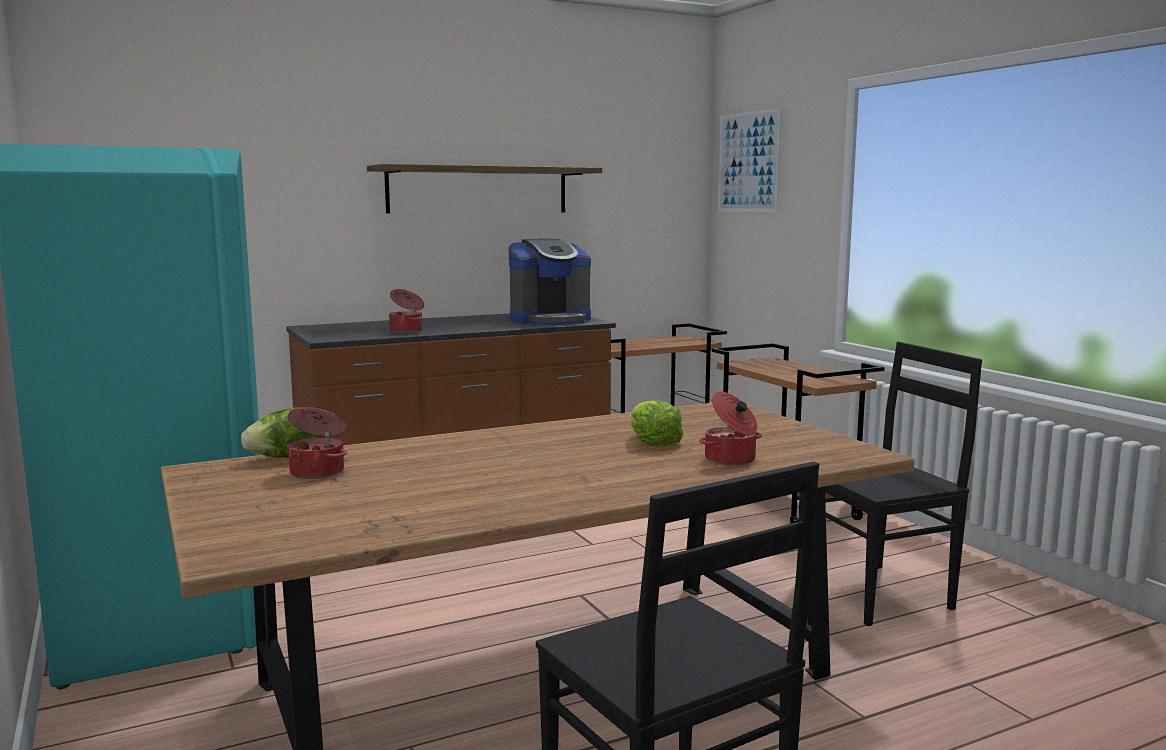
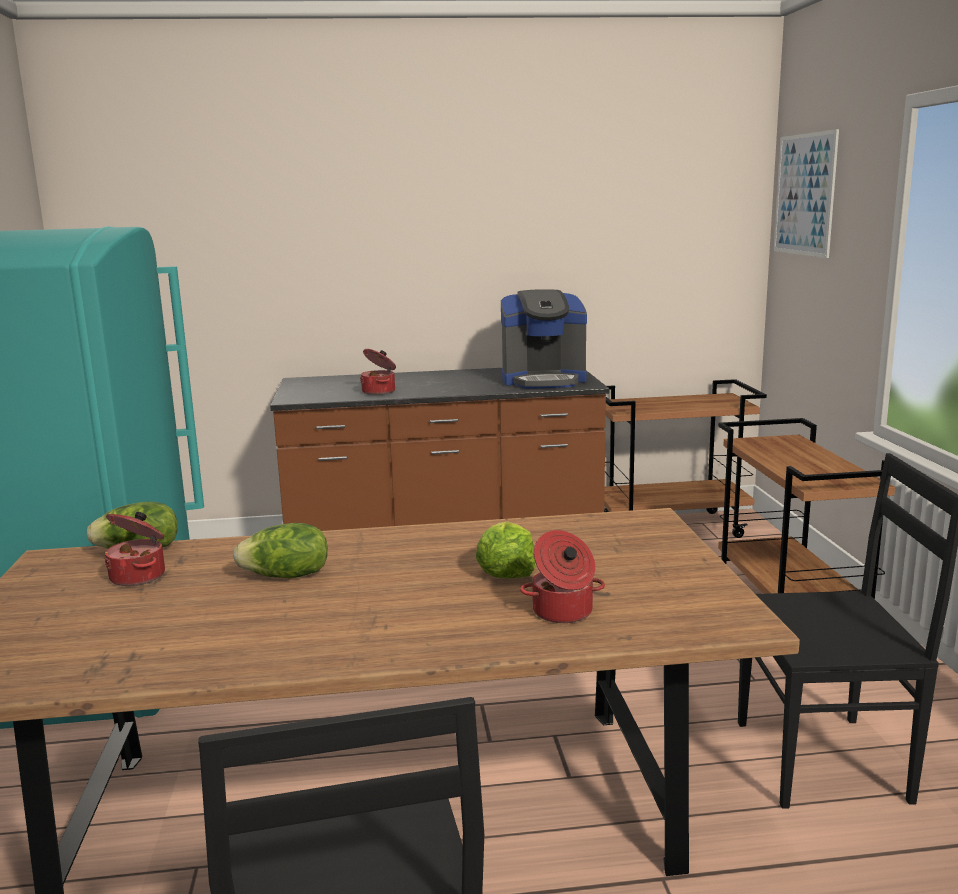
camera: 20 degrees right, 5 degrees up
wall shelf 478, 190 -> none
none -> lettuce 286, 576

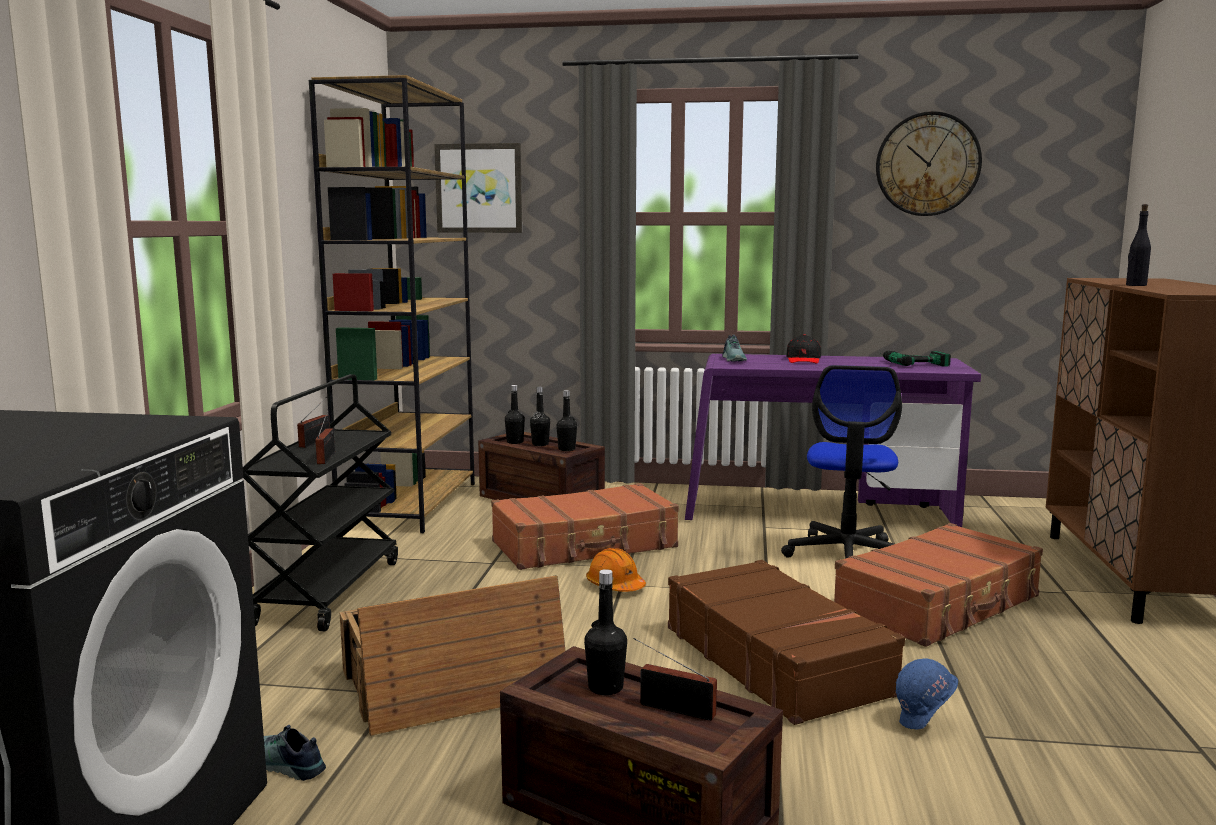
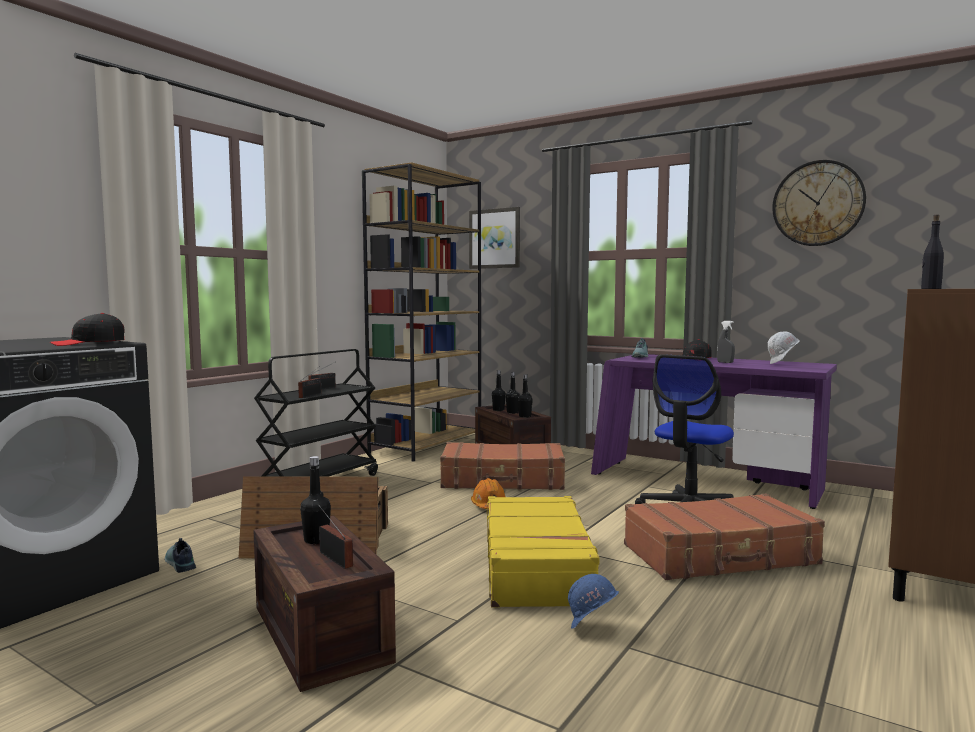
camera: 25 degrees right, 5 degrees down
brown travel case 776, 660 -> yellow-coloured travel case 537, 567
drill 911, 362 -> white safety helmet 782, 364
none -> black baseball cap 89, 343
none -> grey spray bottle 725, 362

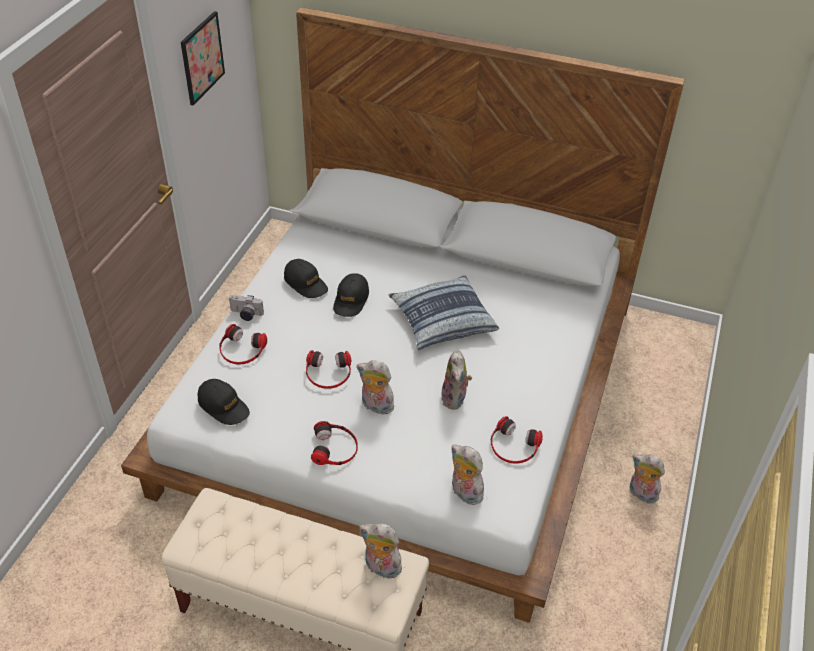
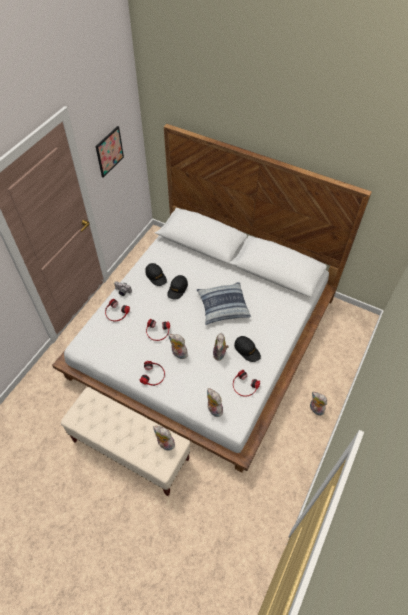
camera: 10 degrees right, 10 degrees up
black baseball cap 223, 406 -> black baseball cap 247, 350, relocated

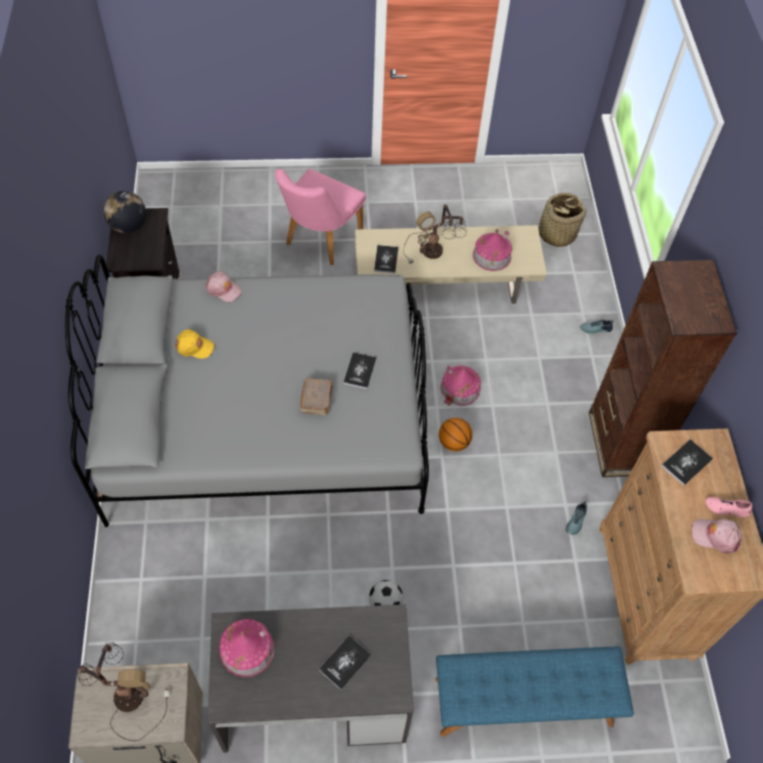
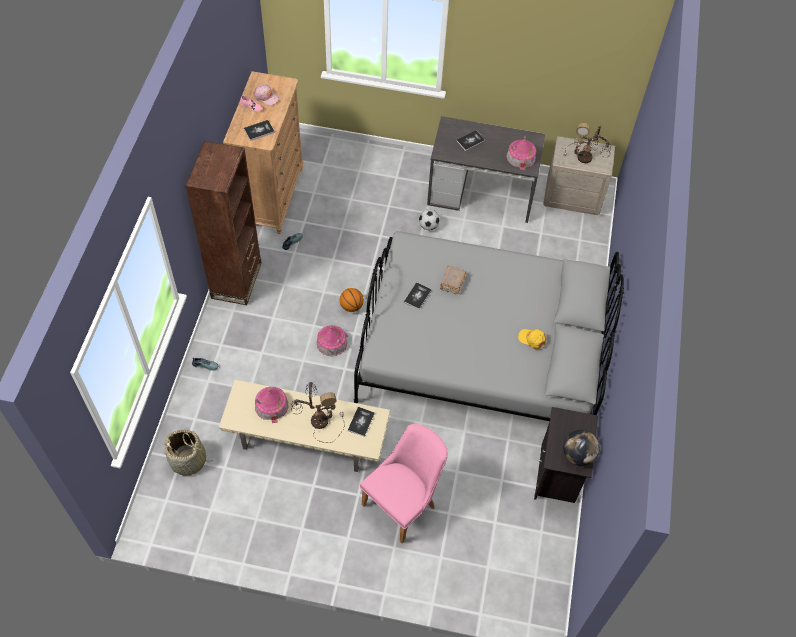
camera: 165 degrees left, 0 degrees up
pink baseball cap 223, 289 -> none
blue-coloured long seat 523, 703 -> none

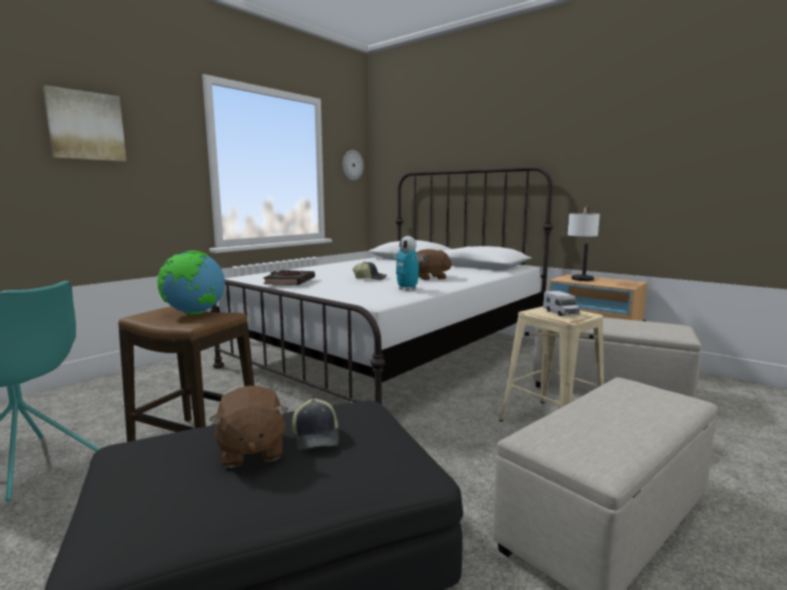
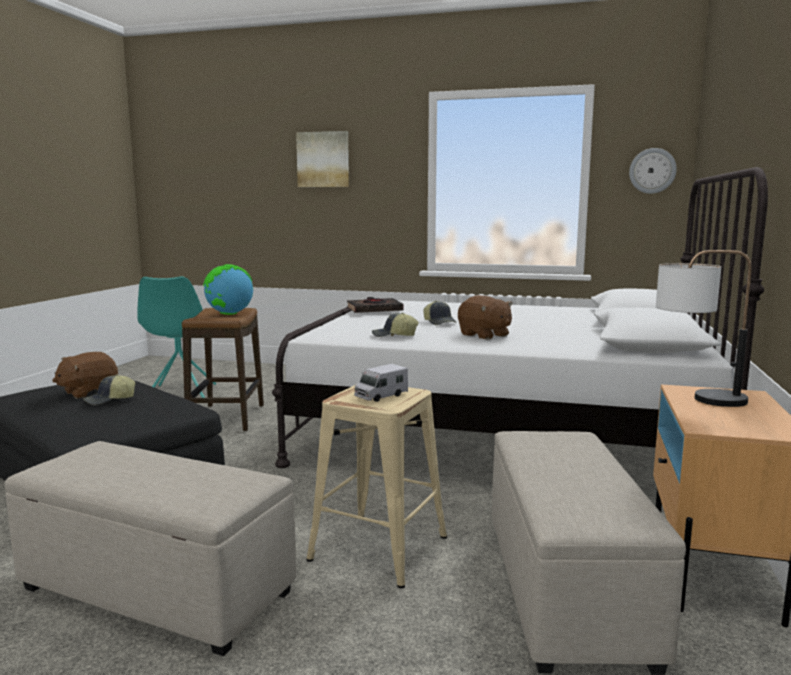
camera: 65 degrees right, 0 degrees up
toy robot 407, 289 -> baseball cap 394, 336

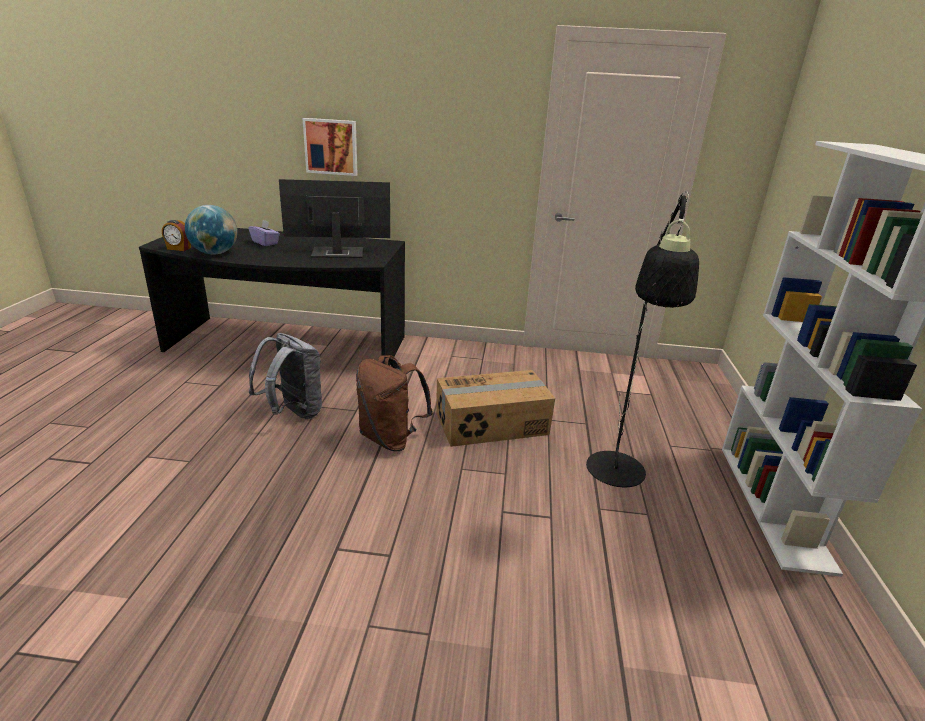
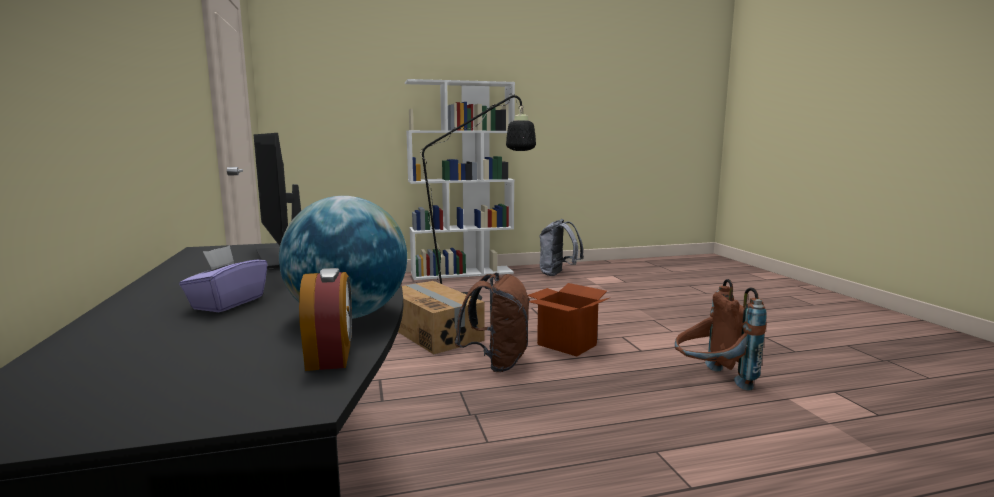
camera: 110 degrees left, 15 degrees down
grey knapsack 293, 413 -> grey knapsack 558, 274, relocated
wall picture 331, 146 -> none
none -> cardboard box 566, 345
none -> brown knapsack 711, 382

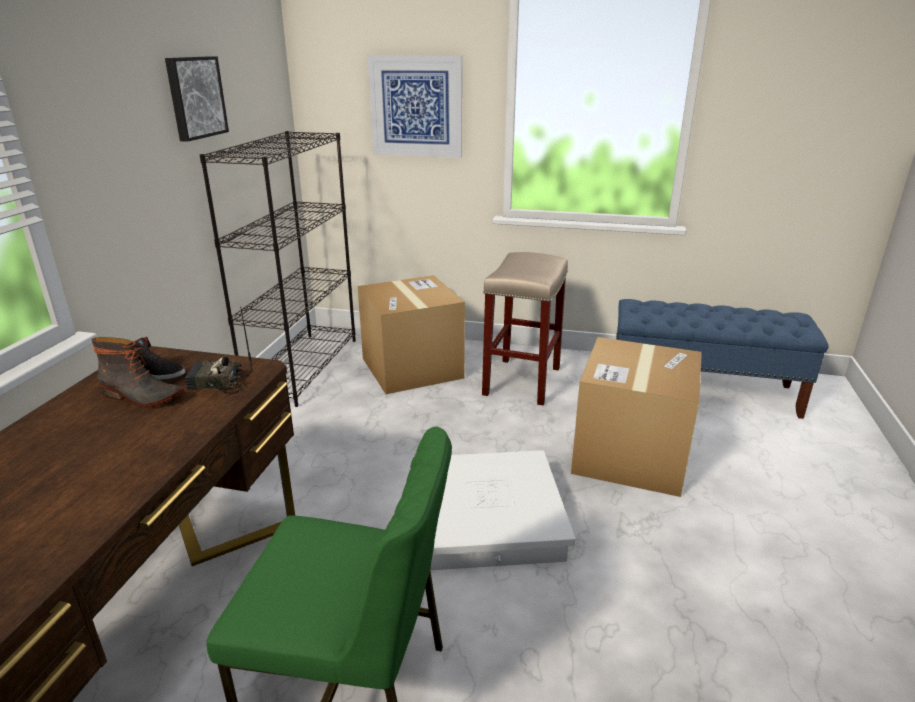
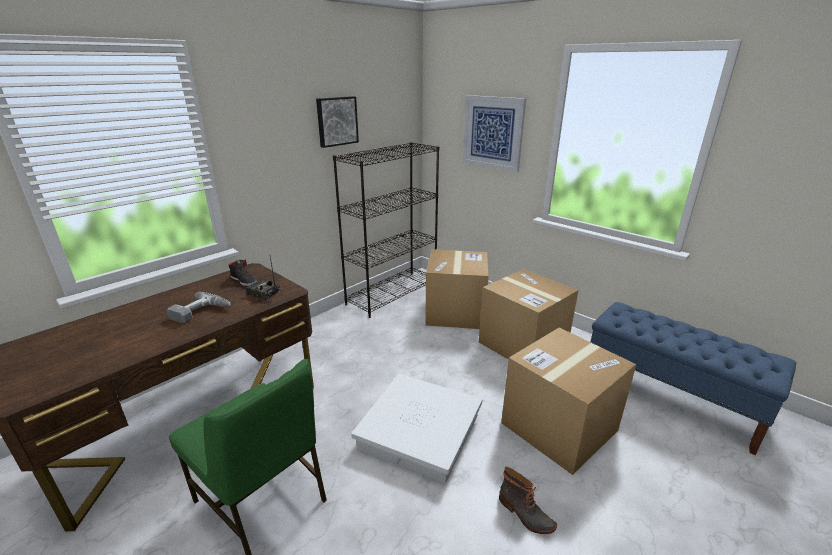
camera: 30 degrees right, 0 degrees up
tall boot 141, 397 -> tall boot 525, 514, relocated
sand-coloured sitting stool 522, 382 -> cardboard box 523, 344
none -> drill 201, 312

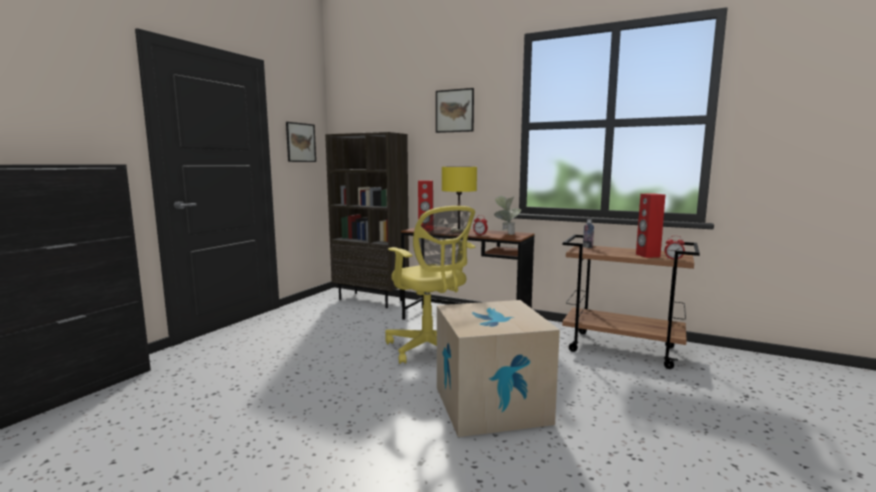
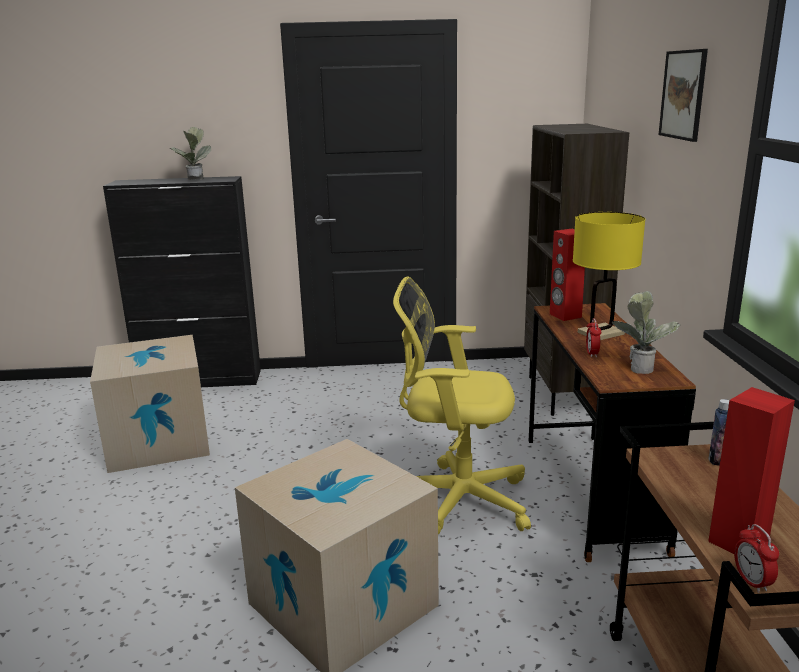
camera: 60 degrees right, 10 degrees up
wall picture 301, 142 -> none
yellow-coloured desk chair 430, 349 -> yellow-coloured desk chair 456, 499, 75 degrees clockwise
none -> cardboard box 159, 441
none -> potted plant 195, 180

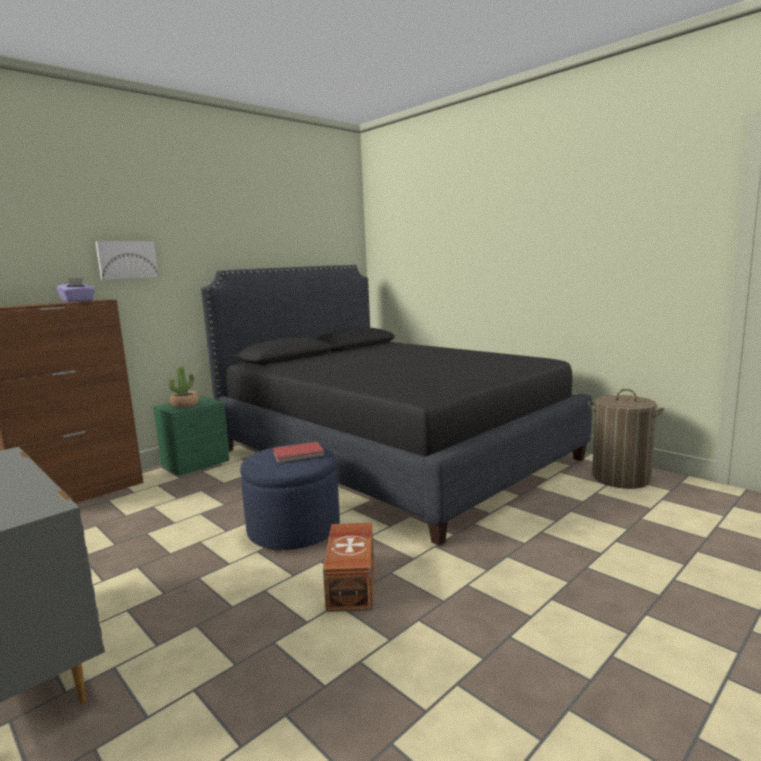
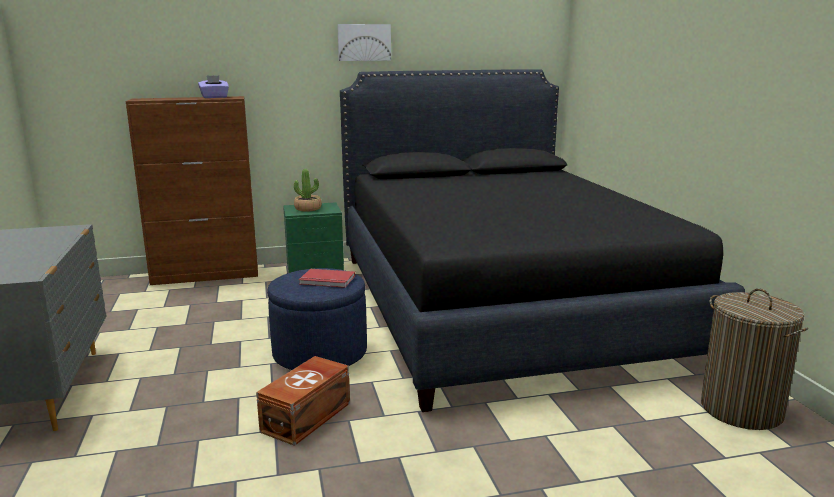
camera: 30 degrees right, 5 degrees up
wall picture 127, 260 -> wall picture 364, 42, relocated

